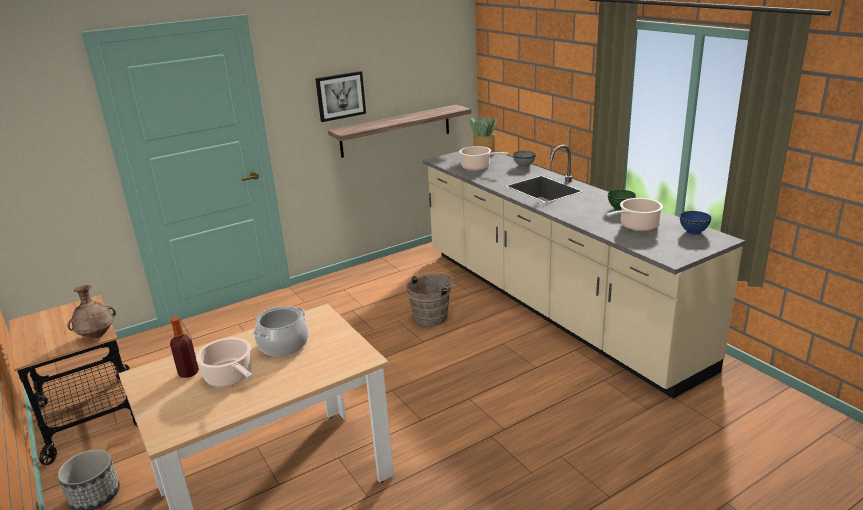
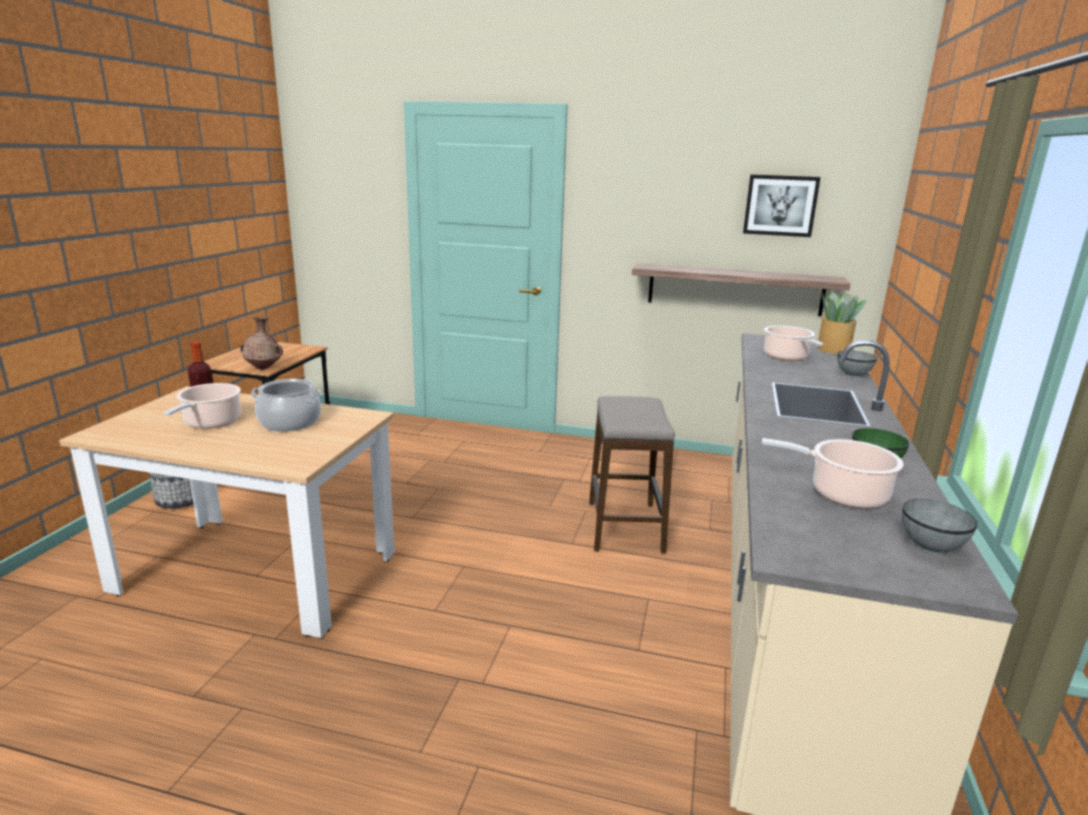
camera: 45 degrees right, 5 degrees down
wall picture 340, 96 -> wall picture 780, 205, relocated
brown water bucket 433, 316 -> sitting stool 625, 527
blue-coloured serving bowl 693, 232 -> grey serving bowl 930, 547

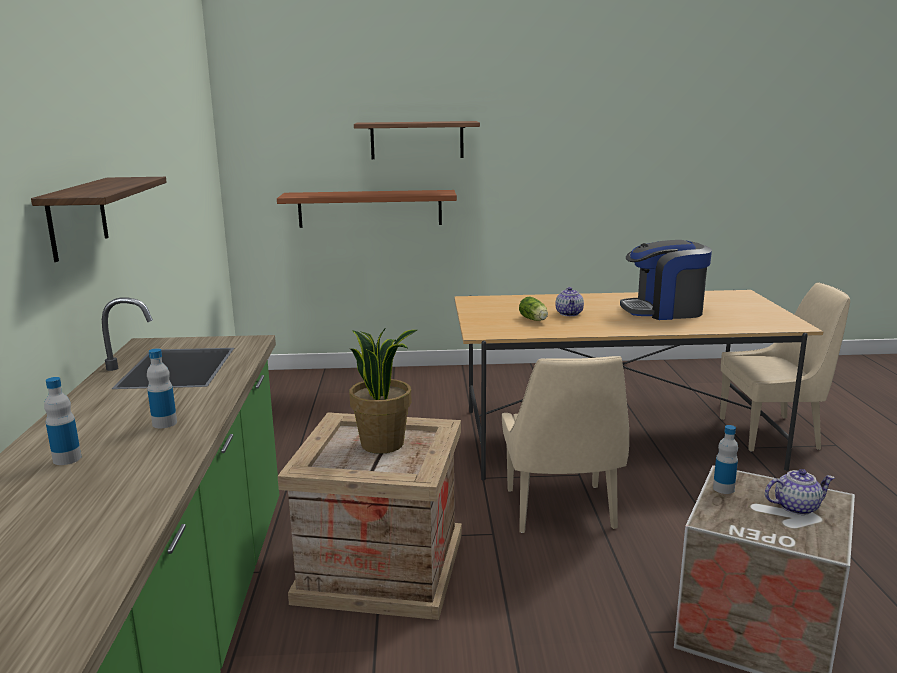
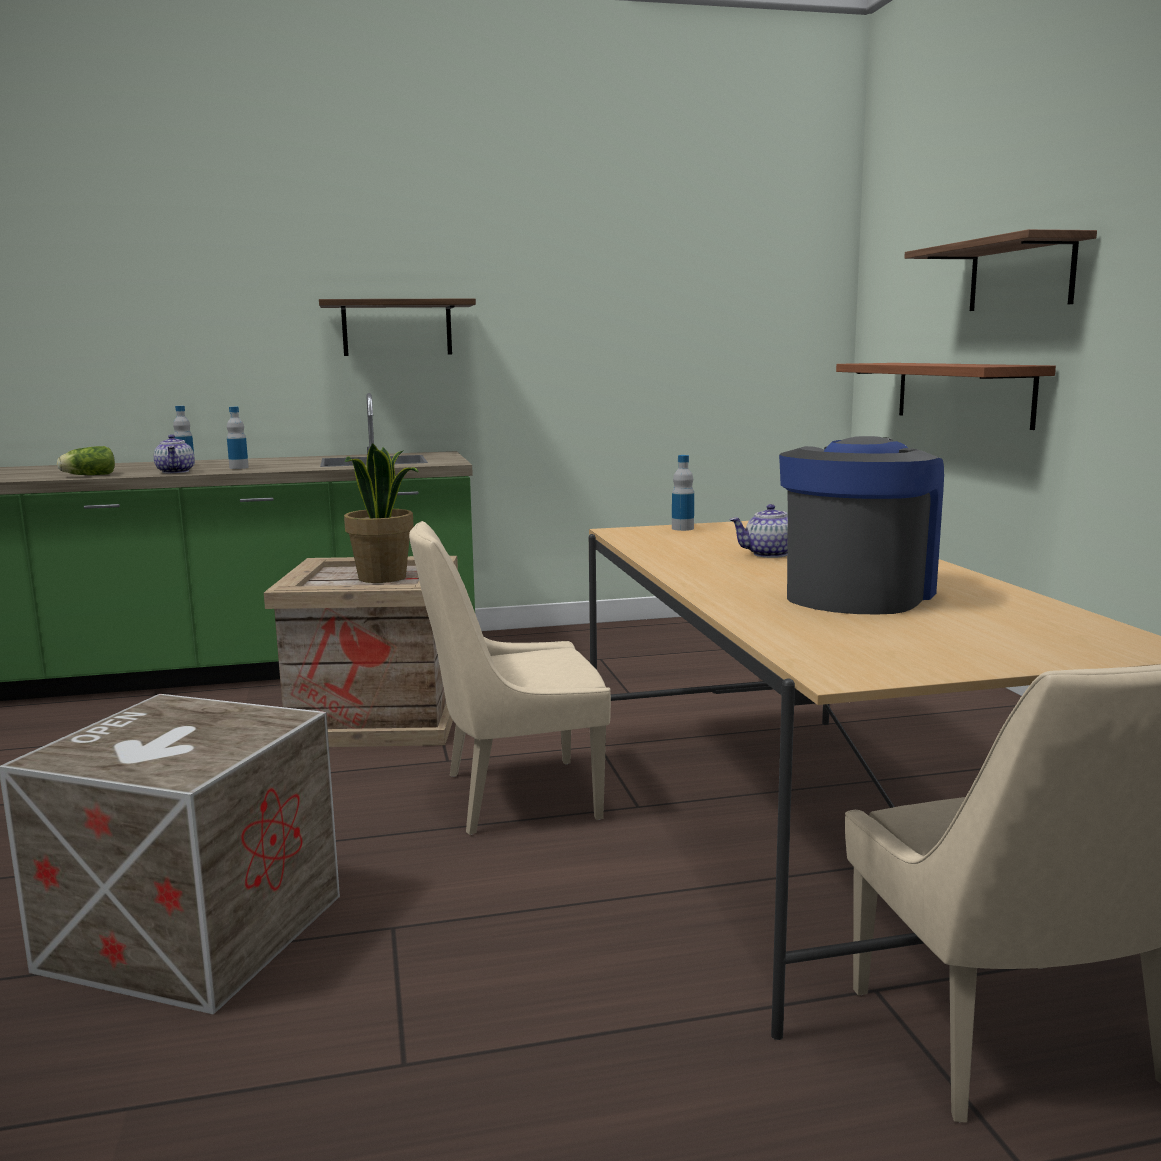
camera: 80 degrees right, 5 degrees down
lettuce 534, 320 -> lettuce 87, 475, relocated
coffee brewer 664, 311 -> coffee brewer 858, 594, 45 degrees clockwise
drink bottle 723, 488 -> drink bottle 682, 528, relocated
tea pot 796, 507 -> tea pot 176, 472, relocated

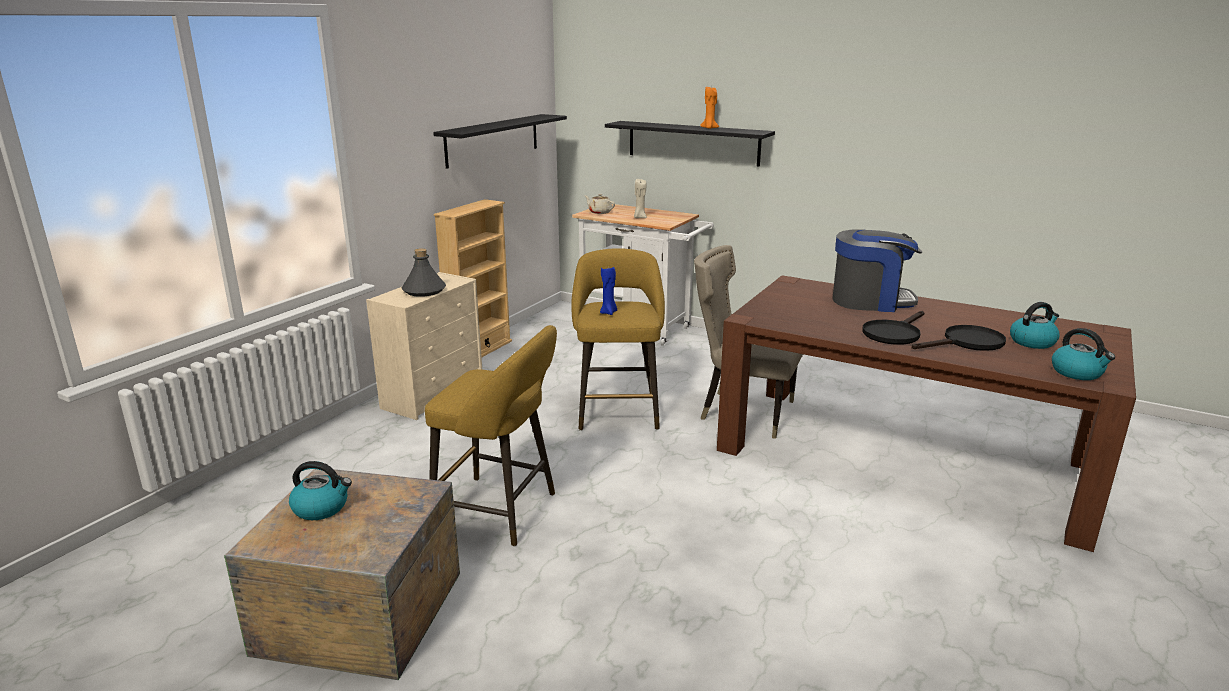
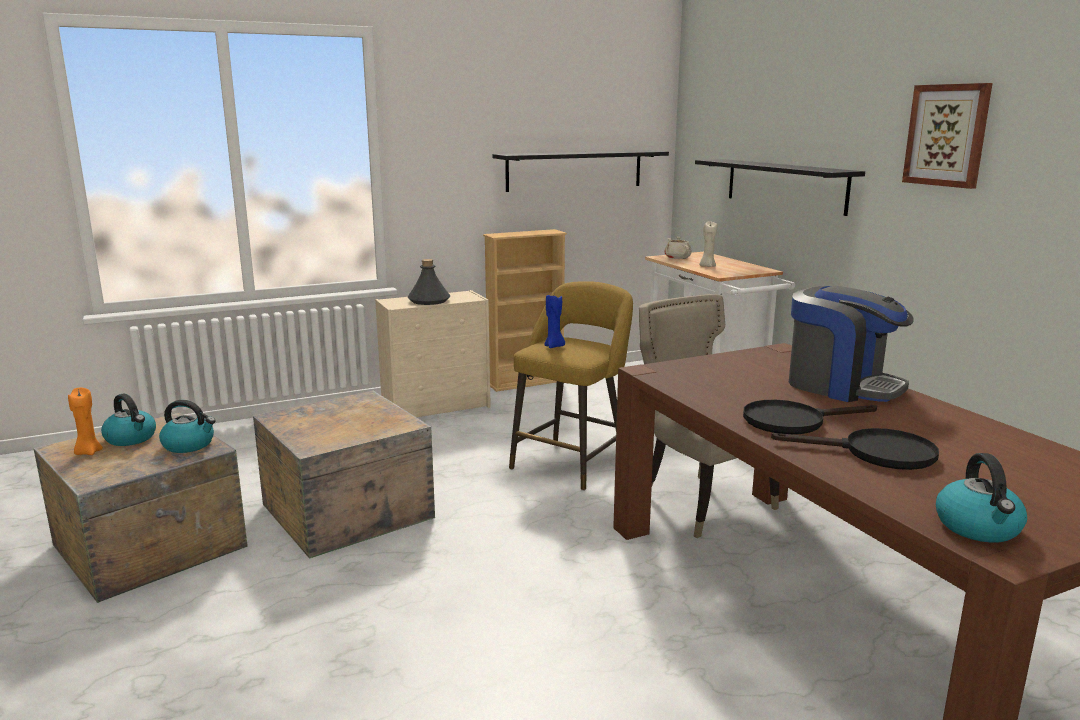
camera: 35 degrees right, 5 degrees down
yellow-coloured sitting stool 501, 512 -> crate 346, 512
orangey wax candle 709, 128 -> orangey wax candle 88, 452, relocated
tea kettle 1032, 342 -> tea kettle 189, 445, relocated
none -> wall picture 947, 135

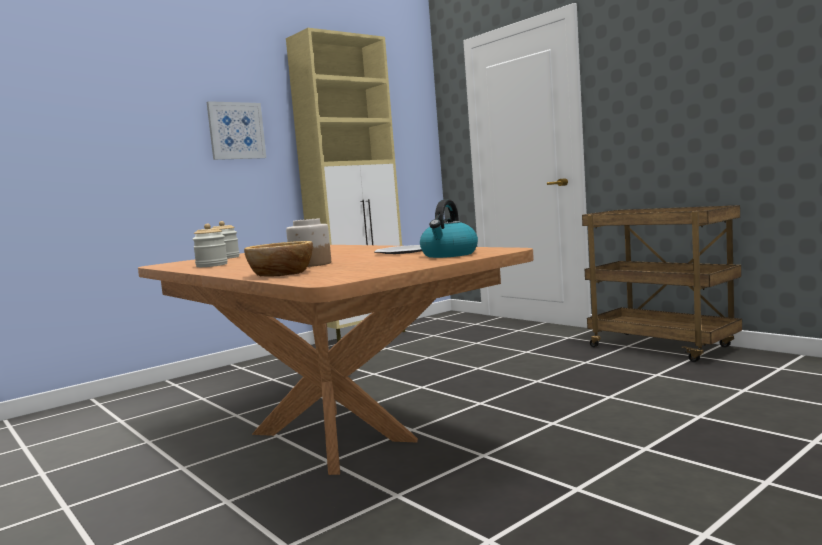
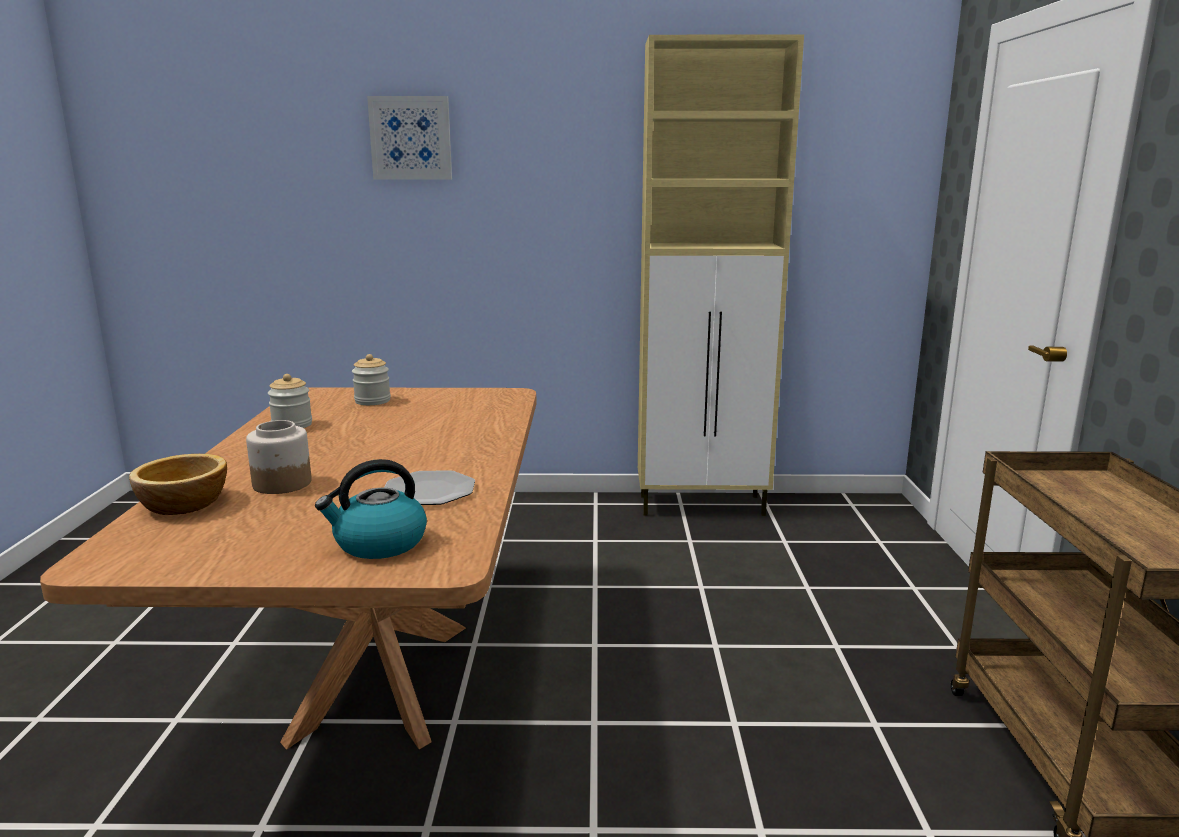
camera: 40 degrees right, 10 degrees up
wall picture 236, 131 -> wall picture 411, 138, relocated

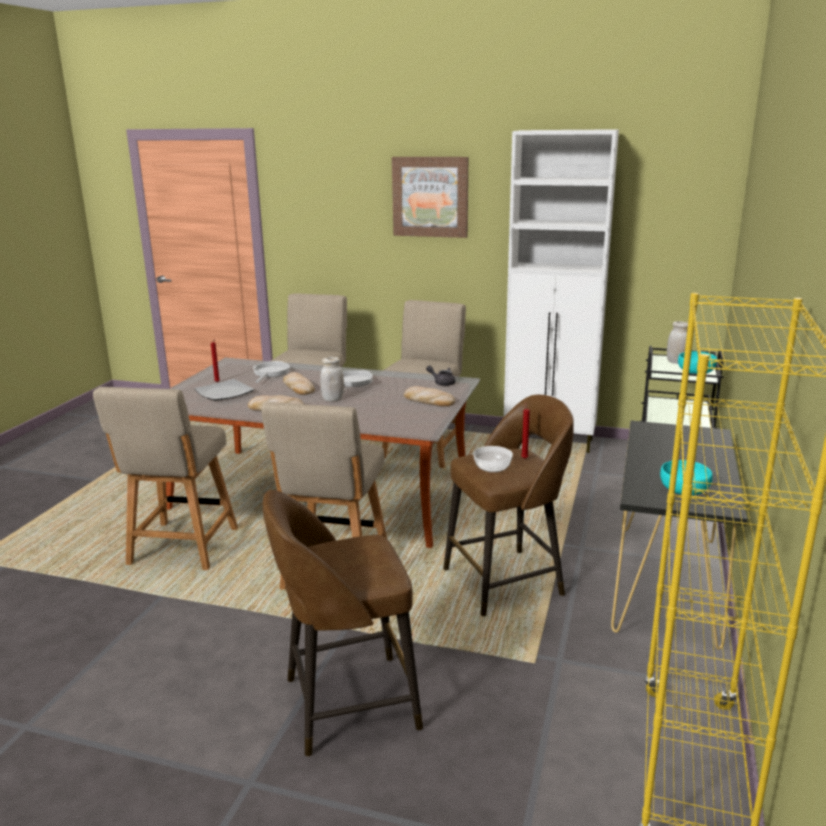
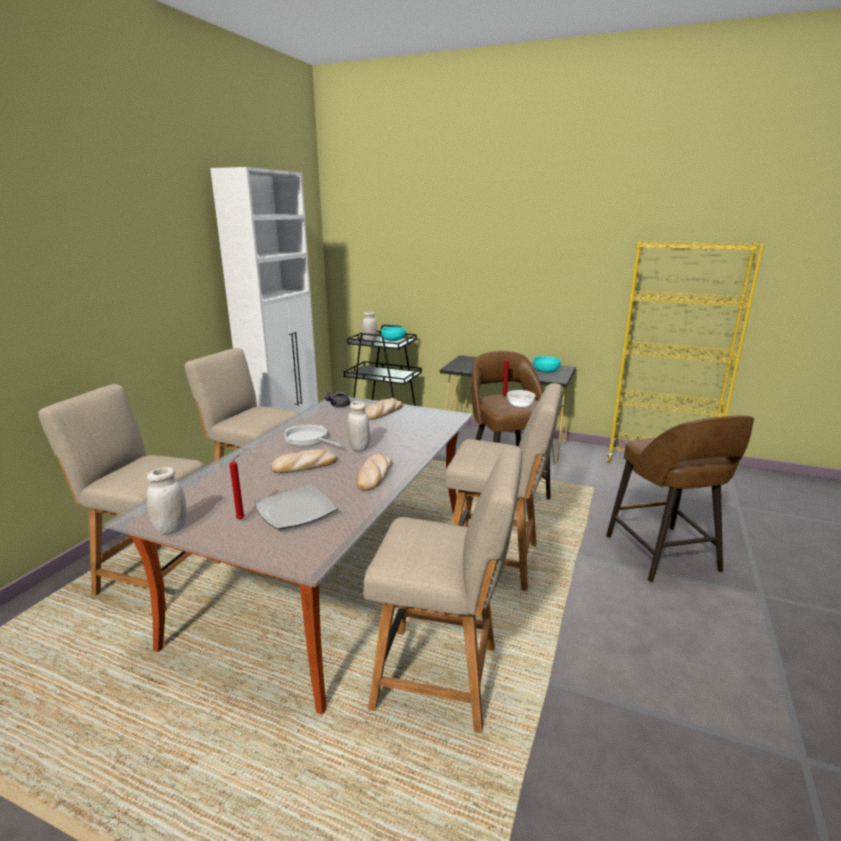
camera: 85 degrees left, 0 degrees up
skillet 270, 373 -> none
wall picture 430, 197 -> none
none -> white jar 171, 528

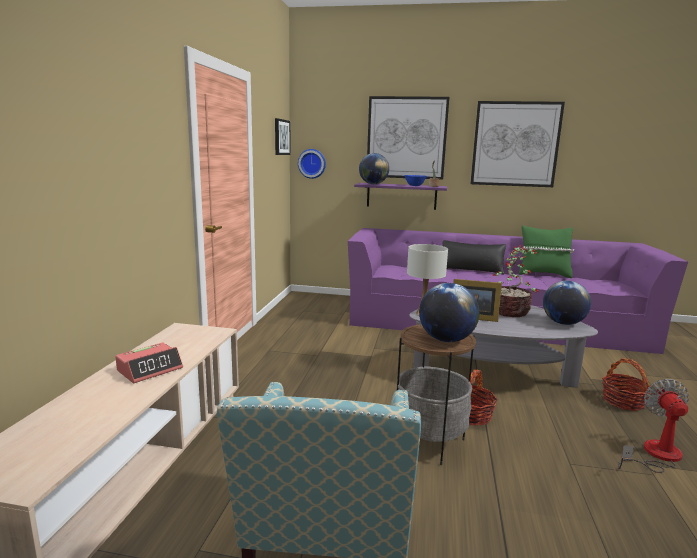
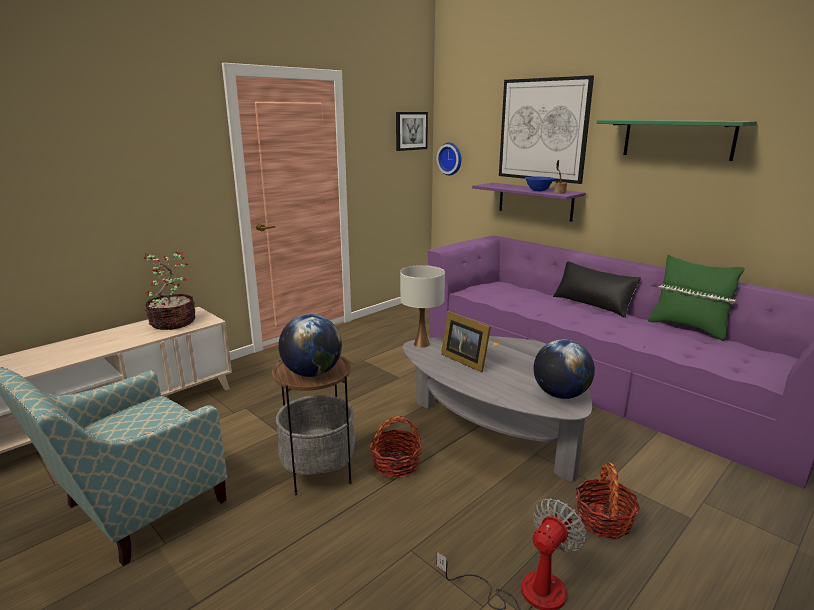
camera: 35 degrees right, 5 degrees up
alarm clock 150, 369 -> none
world globe 373, 184 -> none
wall picture 515, 144 -> green-coloured wall shelf 677, 139
potted plant 510, 312 -> potted plant 172, 323, relocated

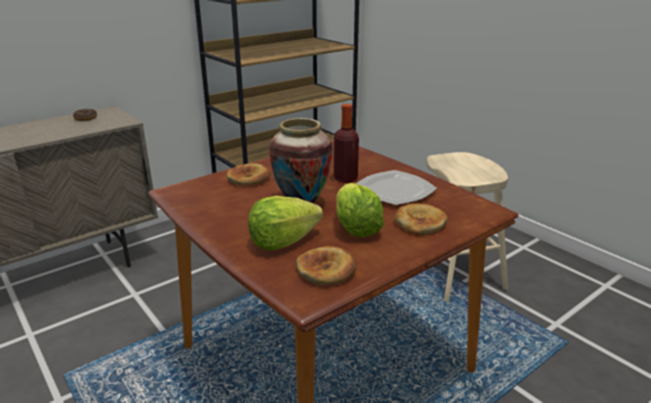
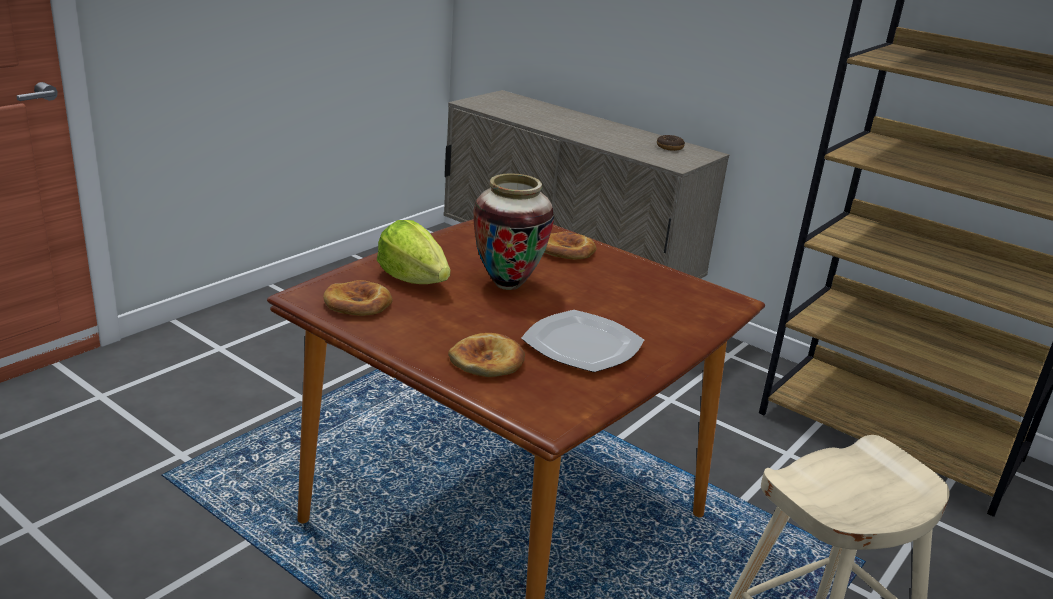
camera: 75 degrees right, 0 degrees up
drink bottle 345, 178 -> none
lettuce 355, 227 -> none

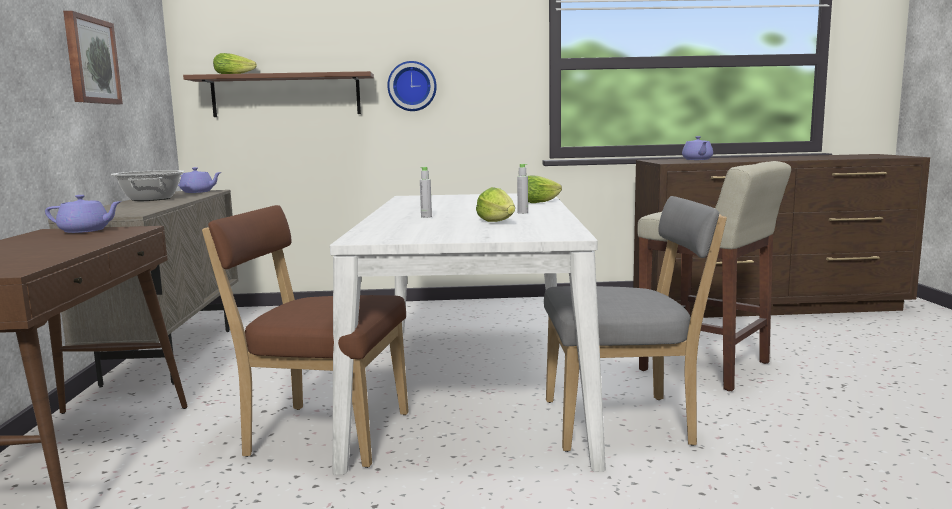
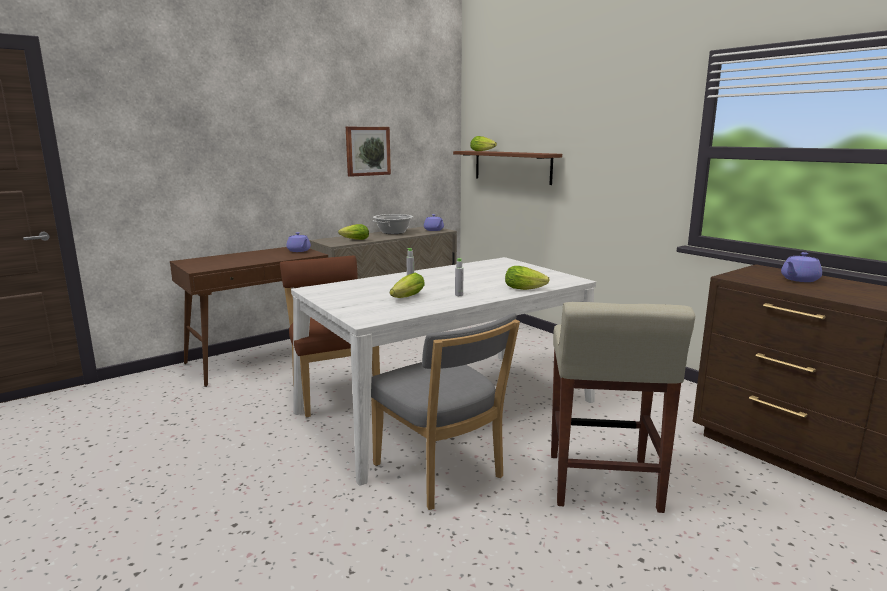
camera: 55 degrees right, 5 degrees up
clock on the wall 412, 86 -> none
none -> lettuce 353, 239

